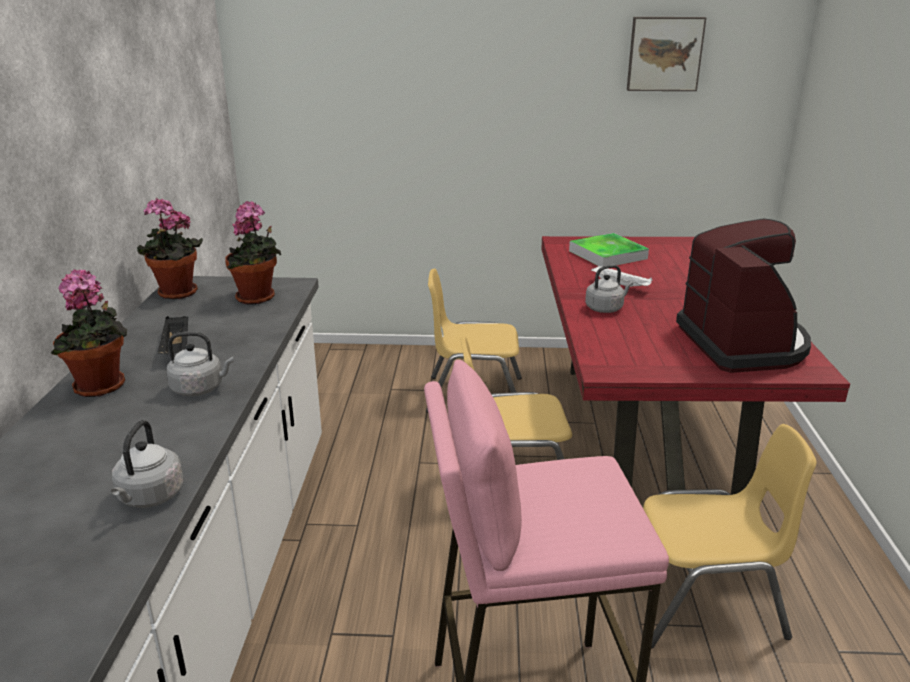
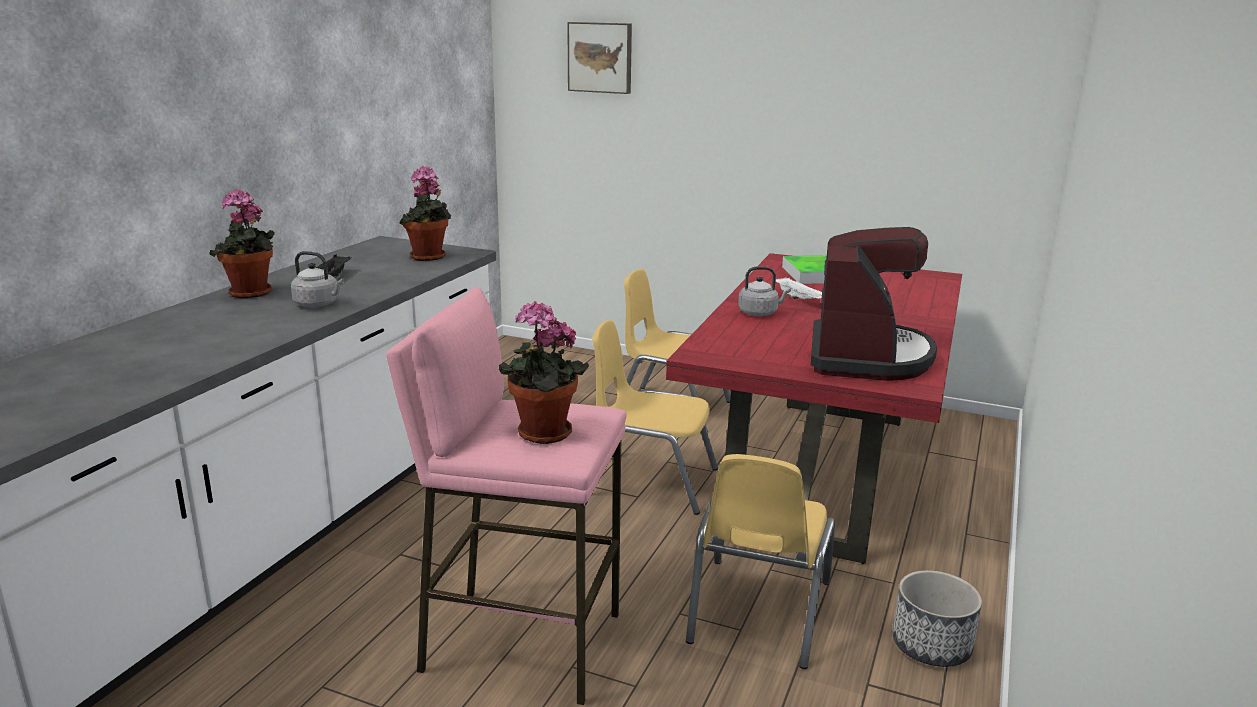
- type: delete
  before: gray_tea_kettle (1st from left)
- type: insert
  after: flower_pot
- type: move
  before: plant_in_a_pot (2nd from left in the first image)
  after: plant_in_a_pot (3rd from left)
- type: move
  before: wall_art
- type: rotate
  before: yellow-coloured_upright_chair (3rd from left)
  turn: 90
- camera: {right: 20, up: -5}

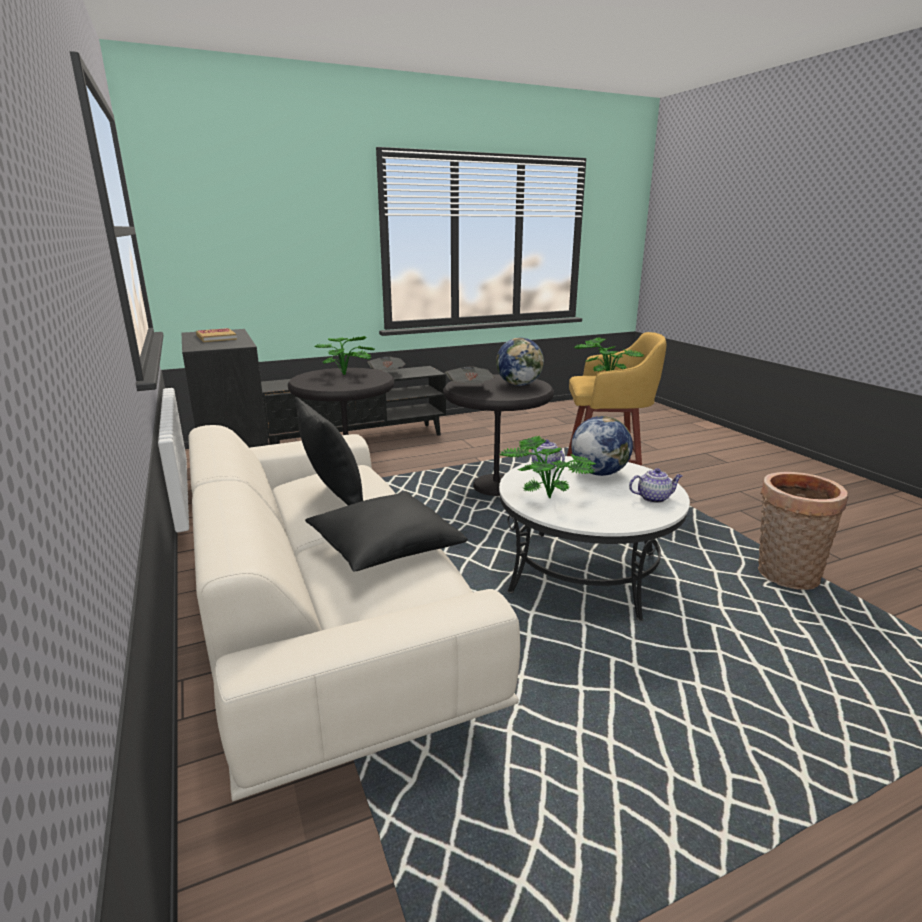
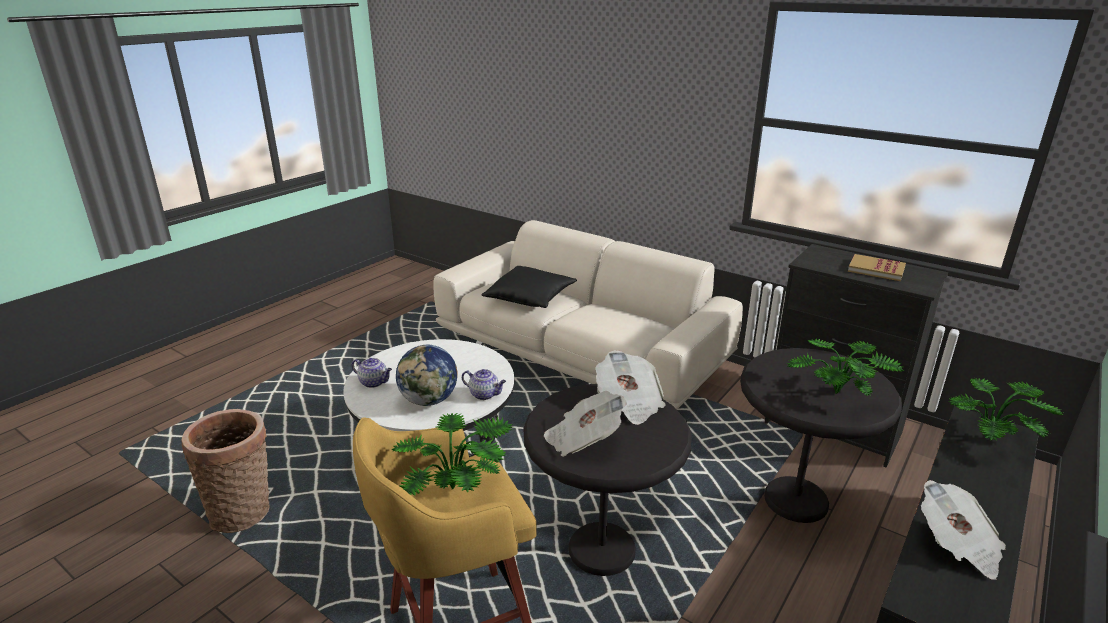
- type: delete
  before: blackish_throw_pillow (1st from left)
- type: move
  before: plant_in_a_pot (2nd from left in the first image)
  after: plant_in_a_pot (3rd from left)
- type: replace
  before: world_globe (1st from left)
  after: newspaper (1st from left)
- type: rotate
  before: tea_pot (2nd from left in the first image)
  turn: -120
- camera: {right: 150, up: 5}

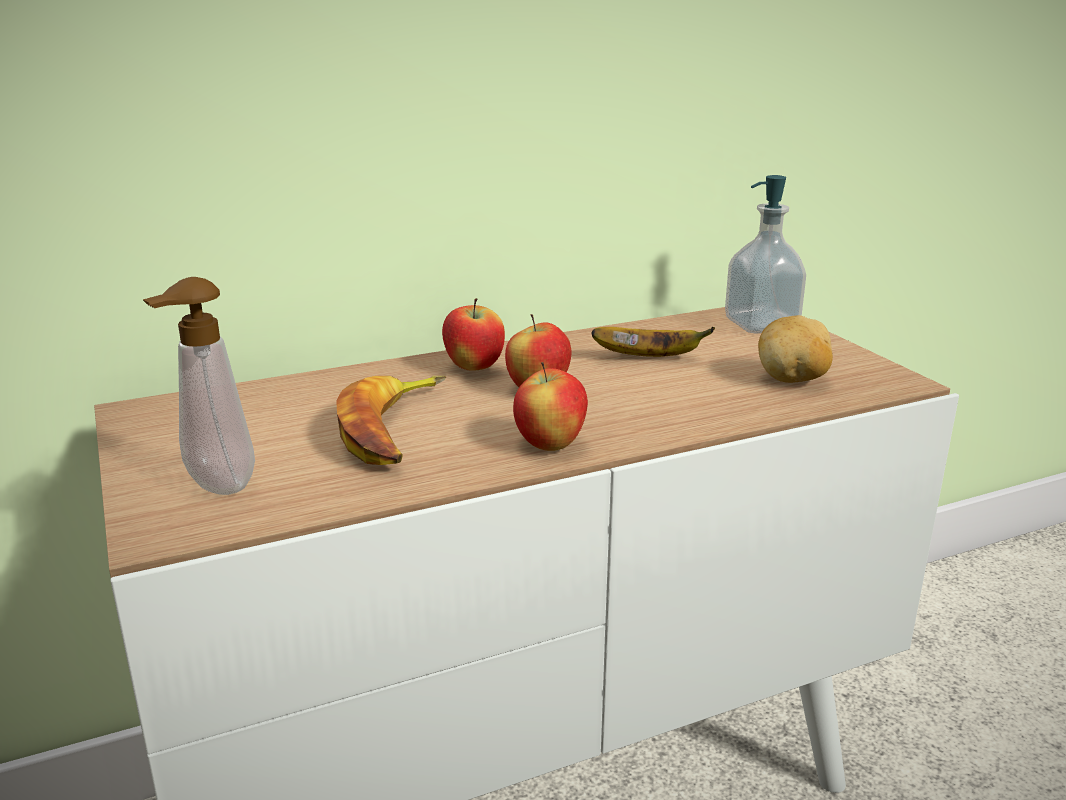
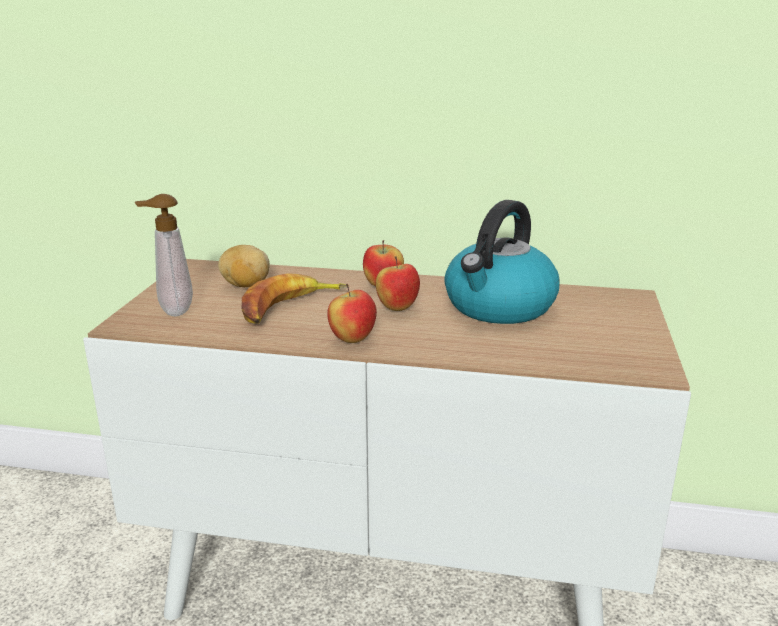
- type: delete
  before: soap_bottle (2nd from left)
- type: move
  before: potato
- type: replace
  before: banana_fruit (2nd from left)
  after: tea_kettle
- camera: {right: 35, up: 0}

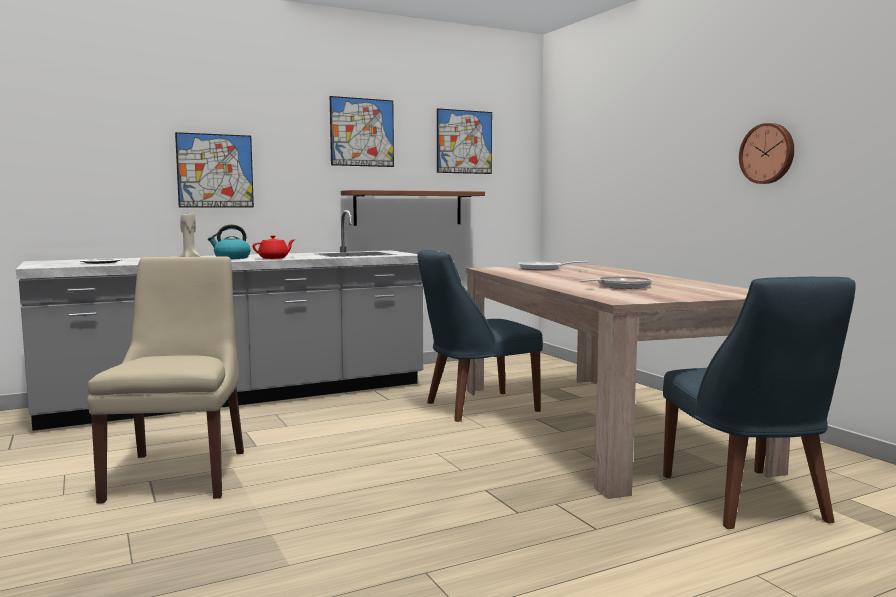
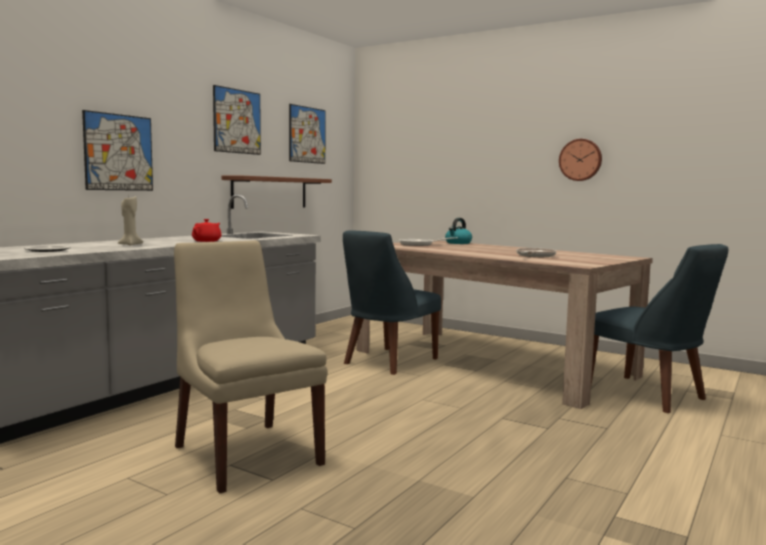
- type: move
  before: tea_kettle
- camera: {right: -30, up: 0}

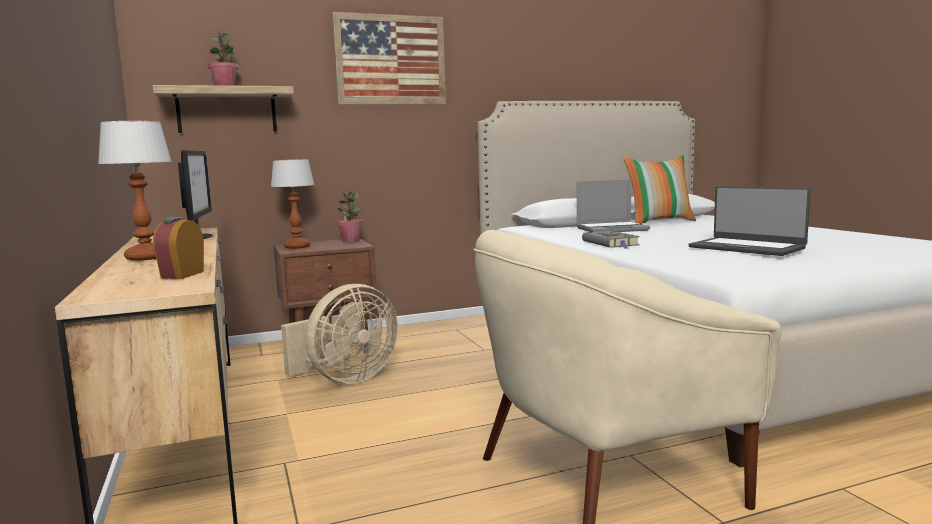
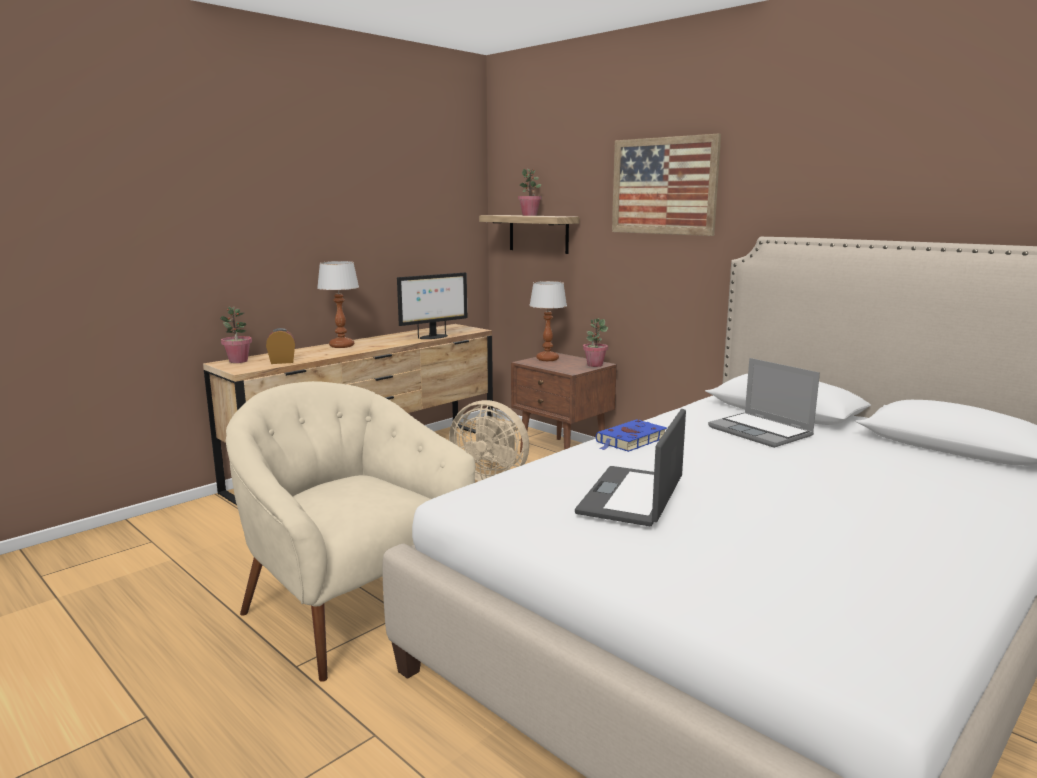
- type: delete
  before: throw_pillow
- type: insert
  after: plant_in_a_pot (1st from left)
- type: recolor
  before: gray_volume
  after: bluish_volume
- camera: {right: 65, up: 5}

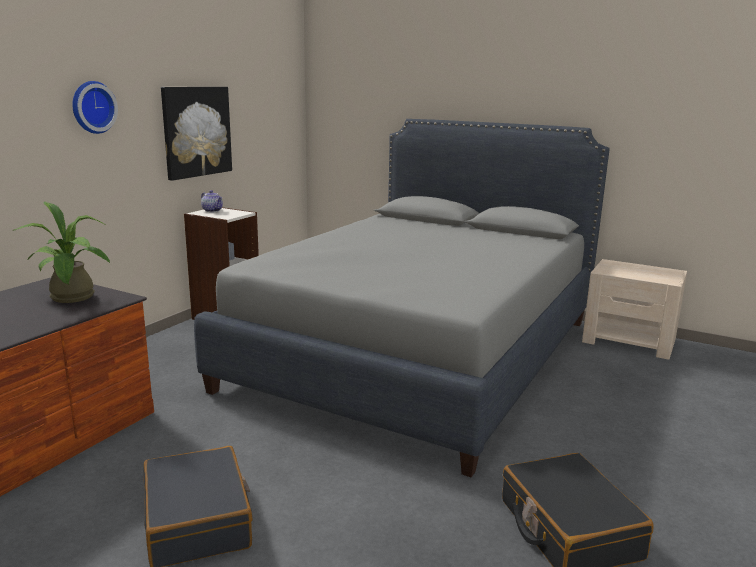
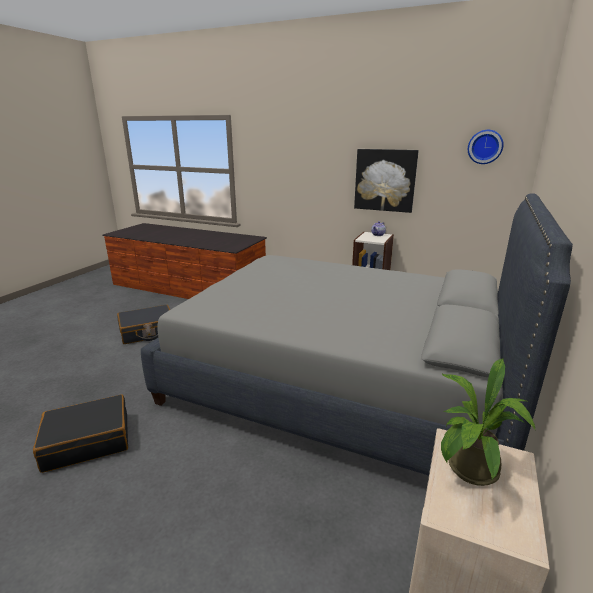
- type: move
  before: plant_in_a_pot
- type: move
  before: clock_on_the_wall
- camera: {right: 85, up: 5}

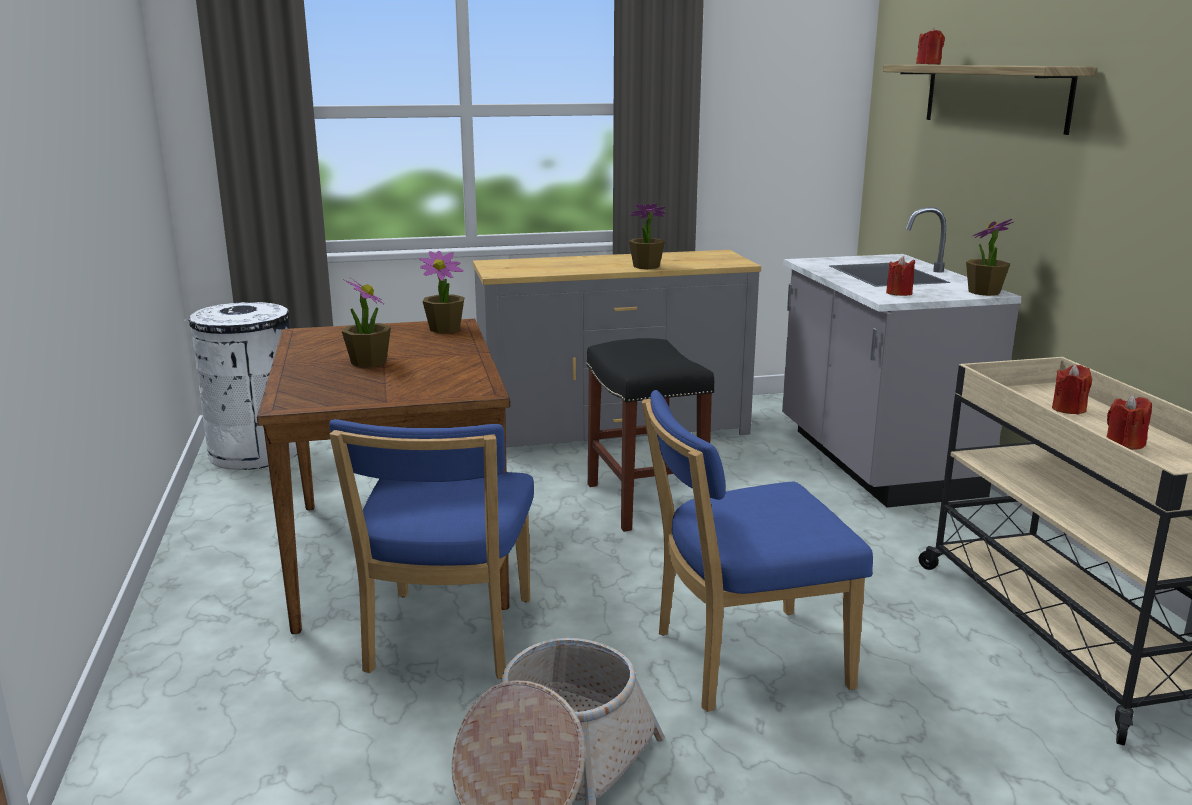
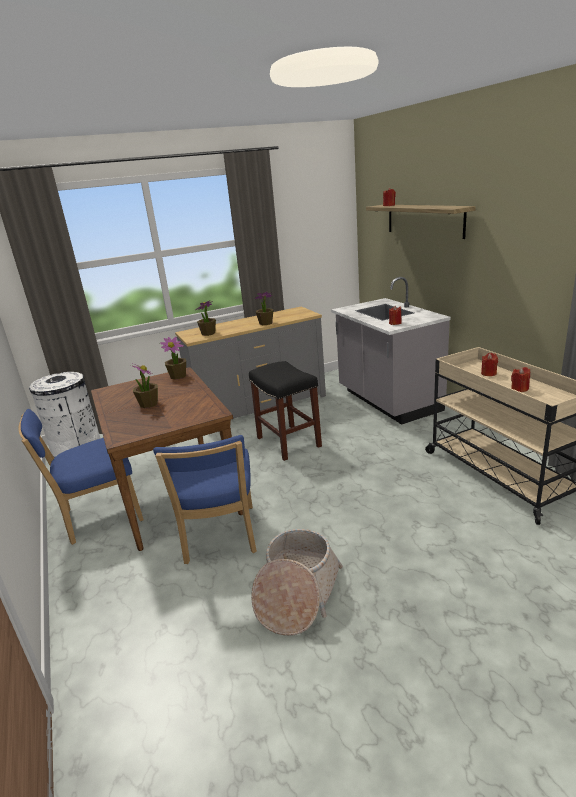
- type: move
  before: bluish_upright_chair (2nd from left in the first image)
  after: bluish_upright_chair (1st from left)
- type: move
  before: plant_in_a_pot (4th from left in the first image)
  after: plant_in_a_pot (3rd from left)
- camera: {right: -10, up: 5}

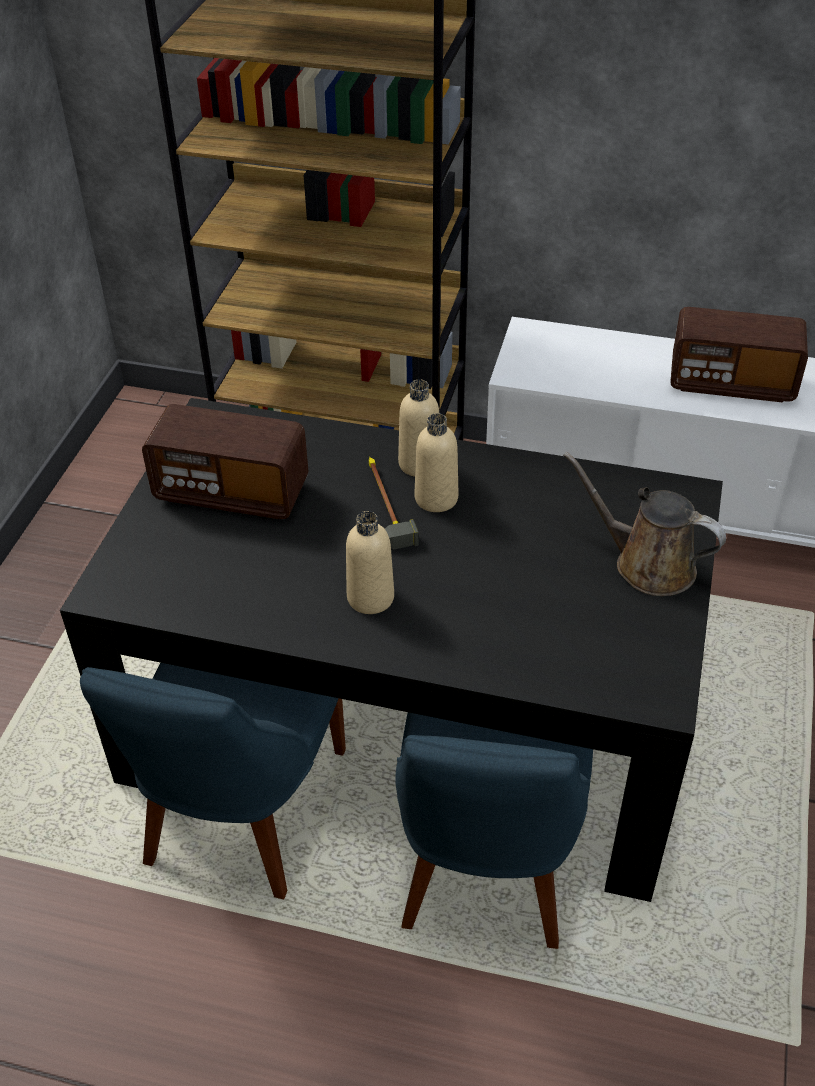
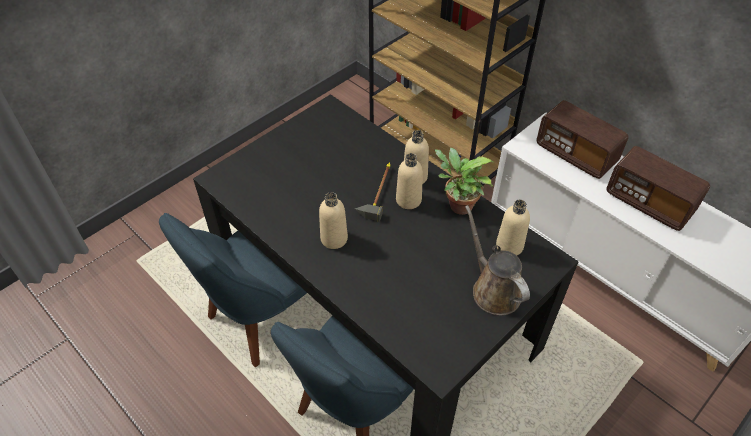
- type: insert
  after: plant_in_a_pot
- type: insert
  after: sand-coloured_bottle (4th from left)
- type: move
  before: radio_set (1st from left)
- camera: {right: 30, up: 5}

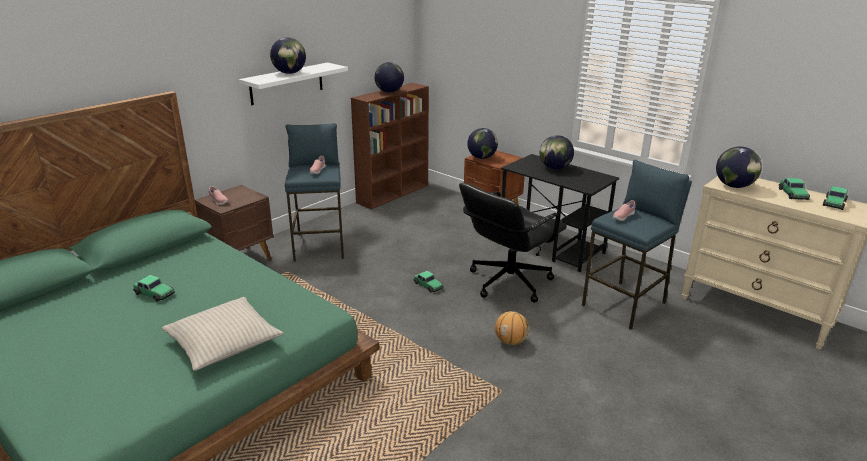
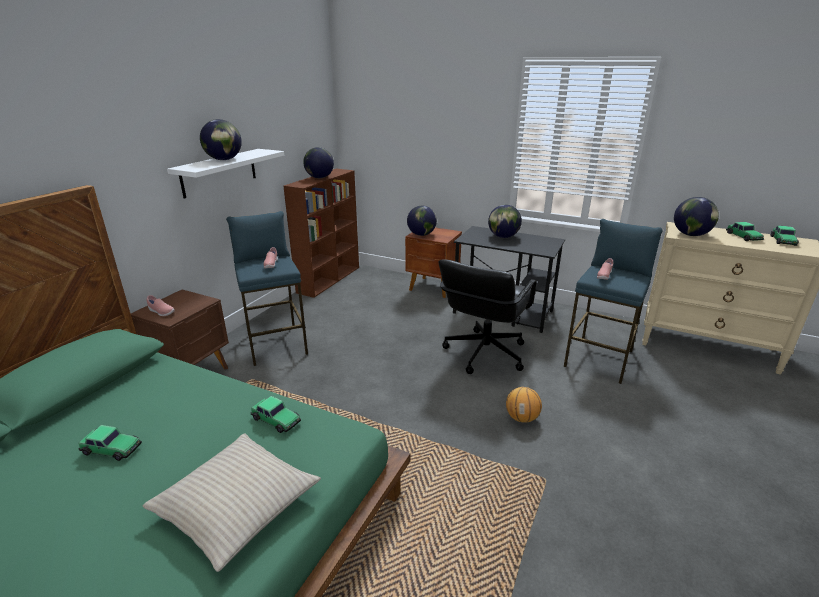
- type: move
  before: model_car (2nd from left)
- camera: {right: -15, up: 0}

